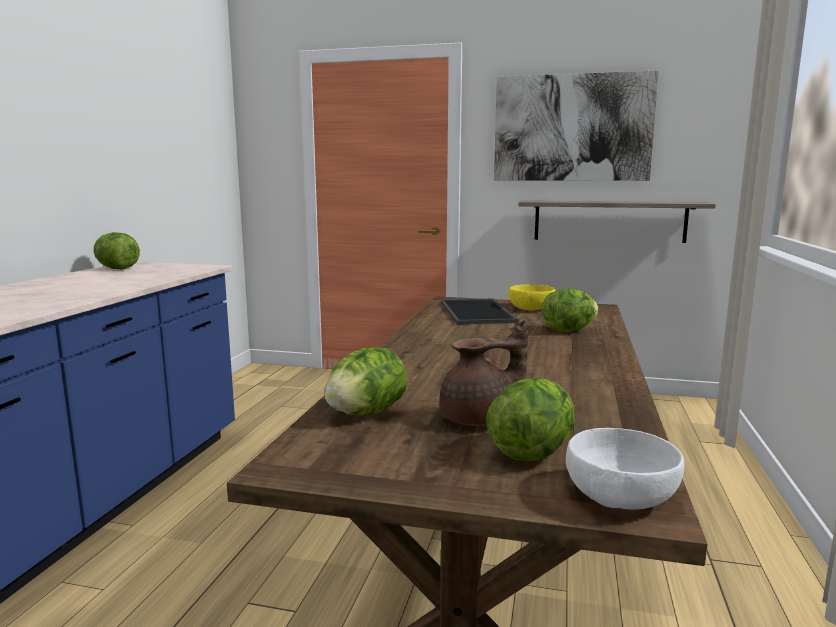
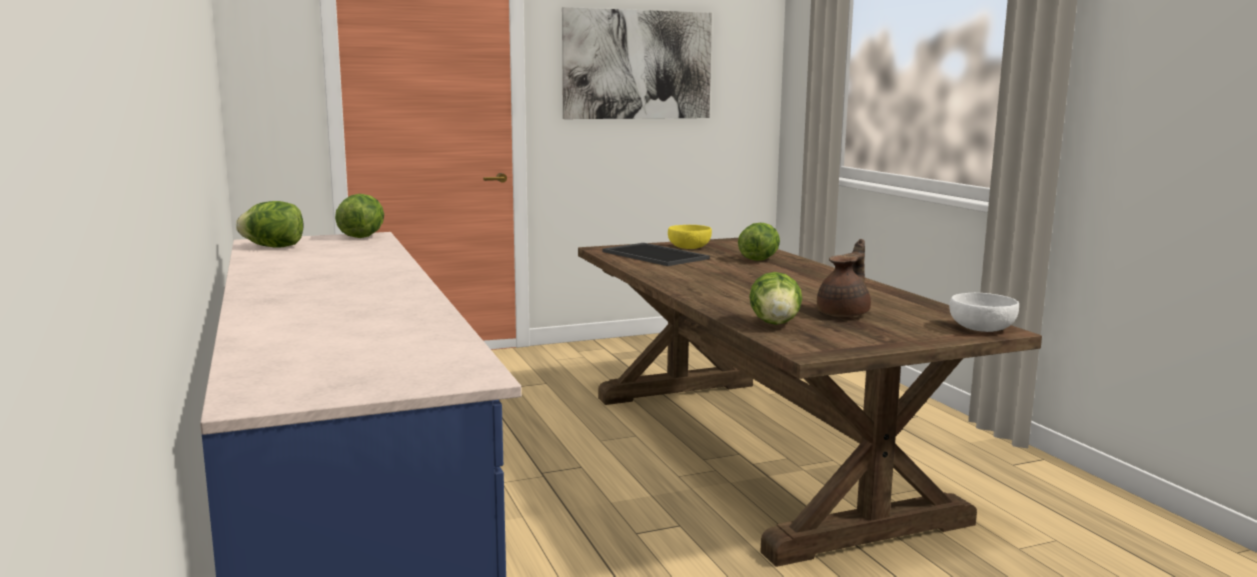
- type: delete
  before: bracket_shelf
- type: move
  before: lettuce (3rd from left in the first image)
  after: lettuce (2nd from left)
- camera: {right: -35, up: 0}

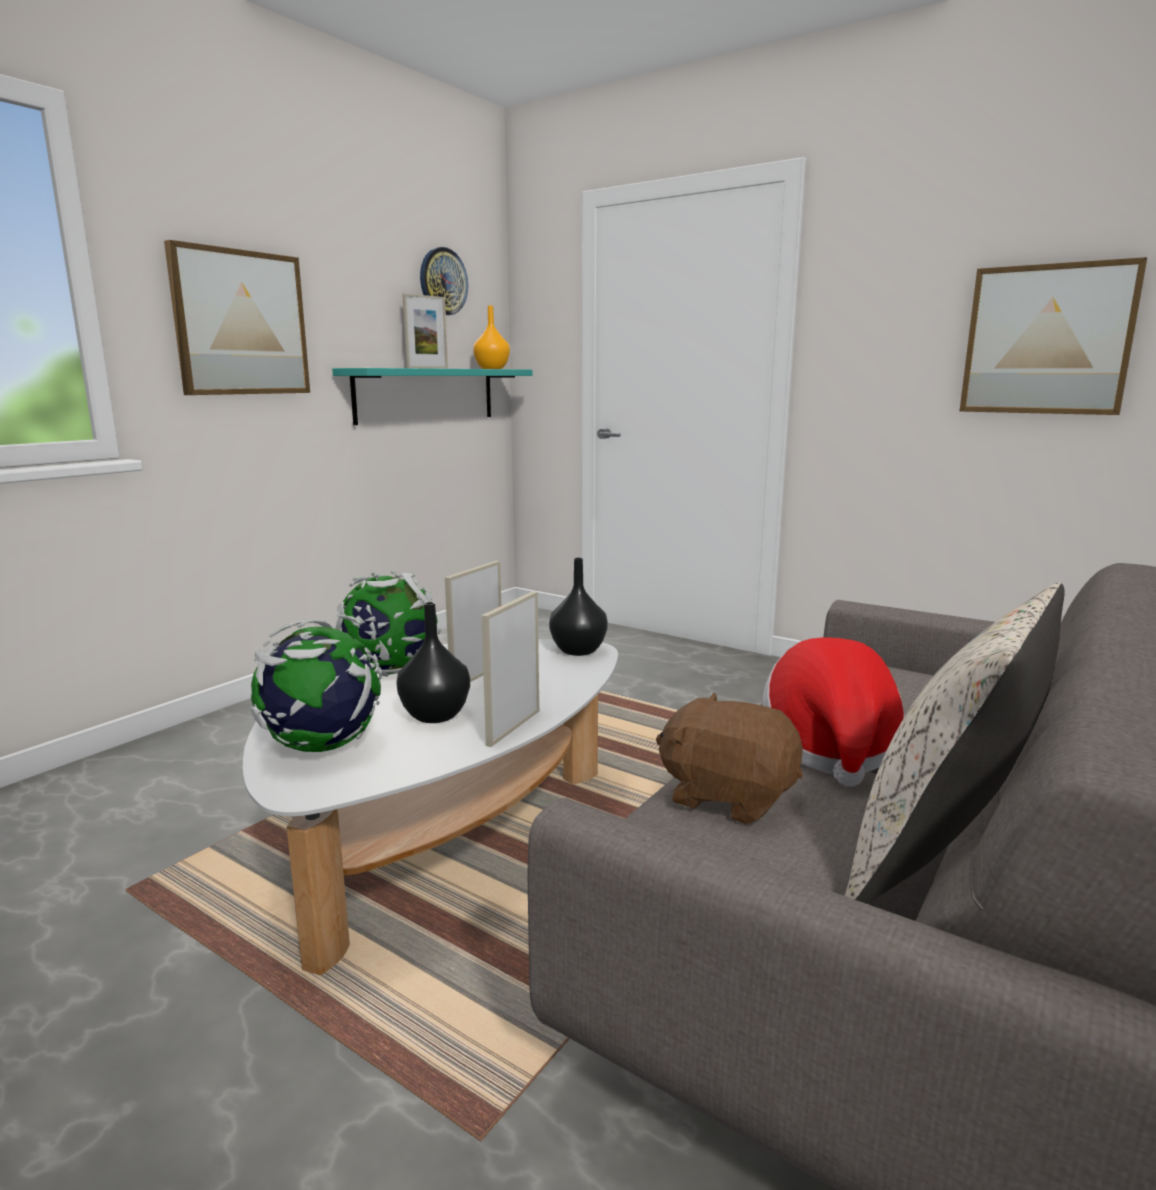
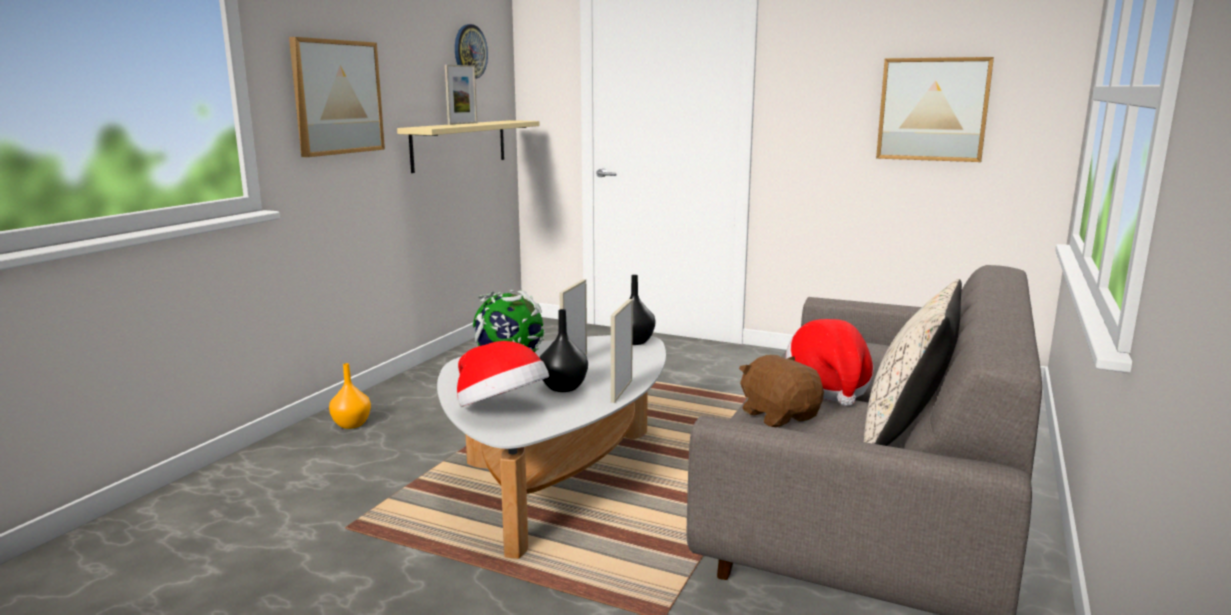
- type: move
  before: orangey_decorative_vase
- type: replace
  before: world_globe (1st from left)
  after: clothing_hat (1st from left)
- type: recolor
  before: turquoise-coloured_bracket_shelf
  after: sand-coloured_bracket_shelf
- type: rotate
  before: brownish_soft_toy
  turn: 45
- camera: {right: -10, up: 0}

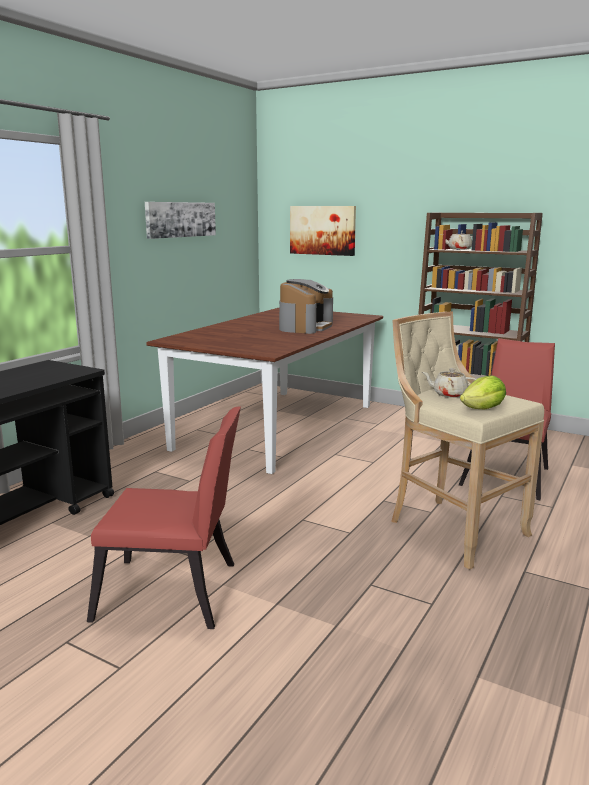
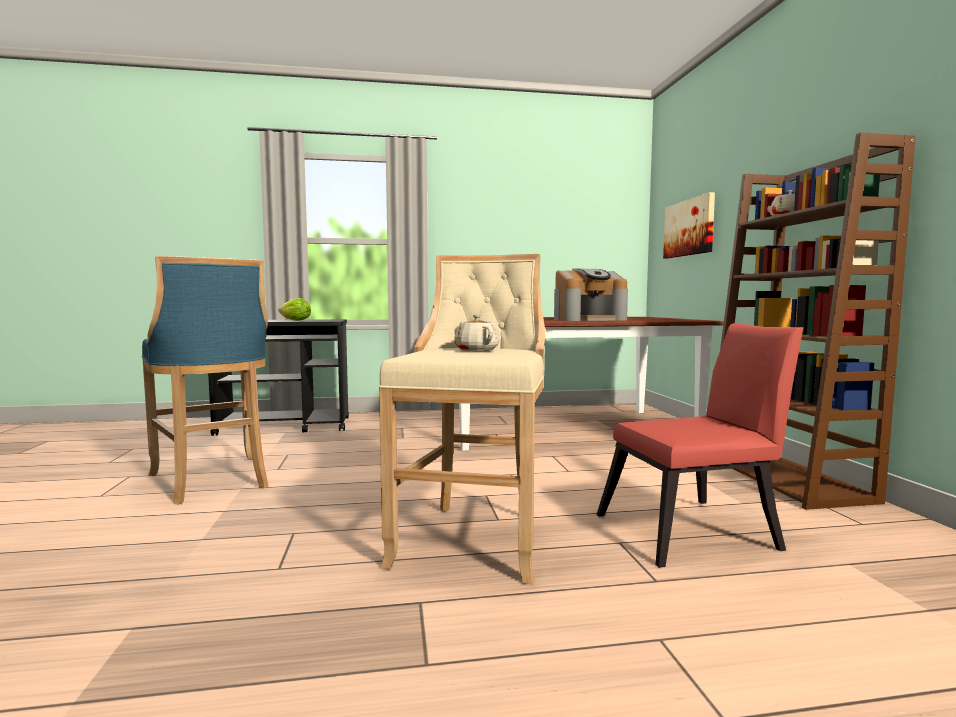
- type: delete
  before: wall_art (1st from left)
- type: move
  before: lettuce
- type: replace
  before: red-coloured_upright_chair (1st from left)
  after: bluish_sitting_stool
- camera: {right: 50, up: -10}

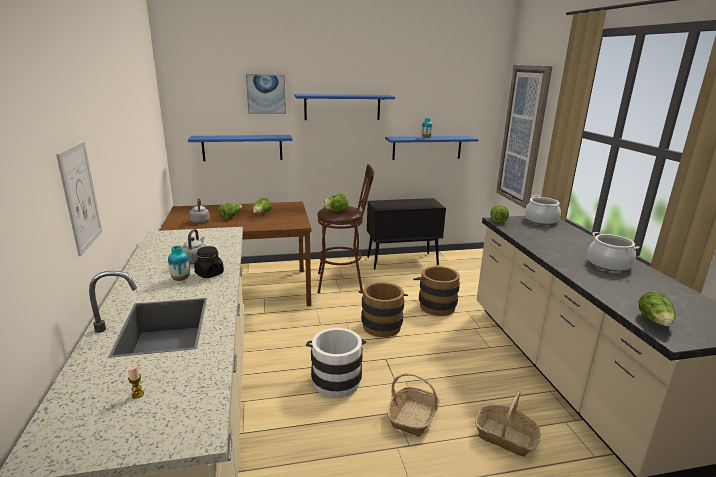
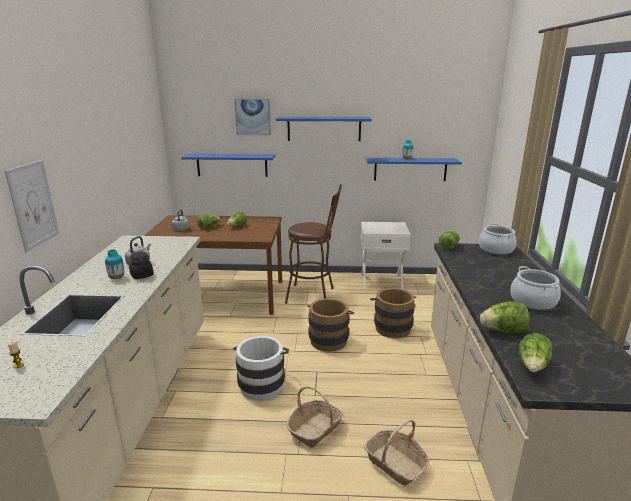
- type: delete
  before: wall_art (3rd from left)
- type: move
  before: lettuce (3rd from left in the first image)
  after: lettuce (4th from left)
- type: replace
  before: blackish_cupboard
  after: whitish_night_table
- camera: {right: 15, up: 0}

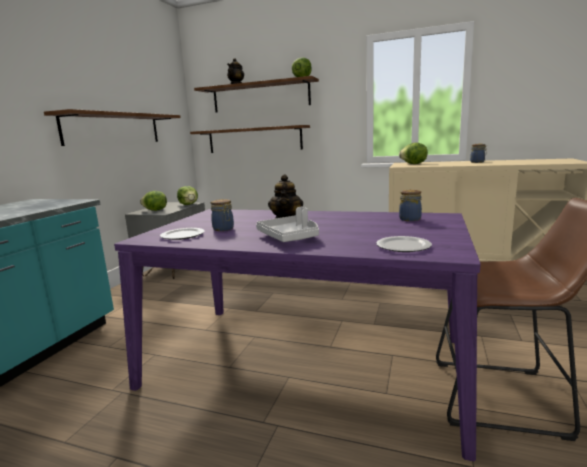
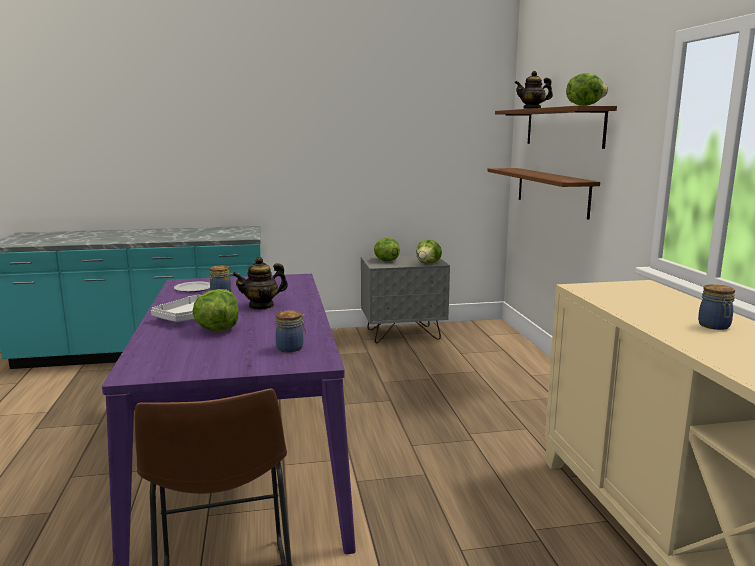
- type: delete
  before: brownish_bracket_shelf (1st from left)
- type: delete
  before: flat_dish (2nd from left)
- type: move
  before: lettuce (4th from left in the first image)
  after: lettuce (1st from left)
- camera: {right: 60, up: 0}

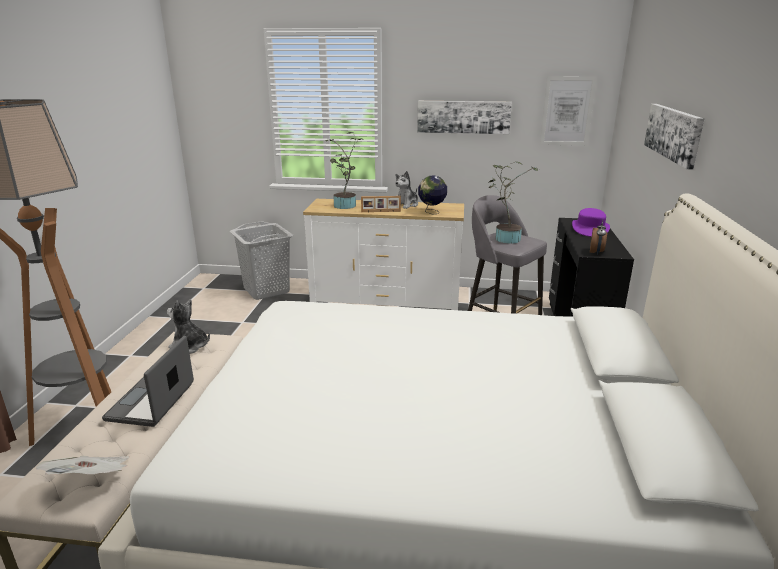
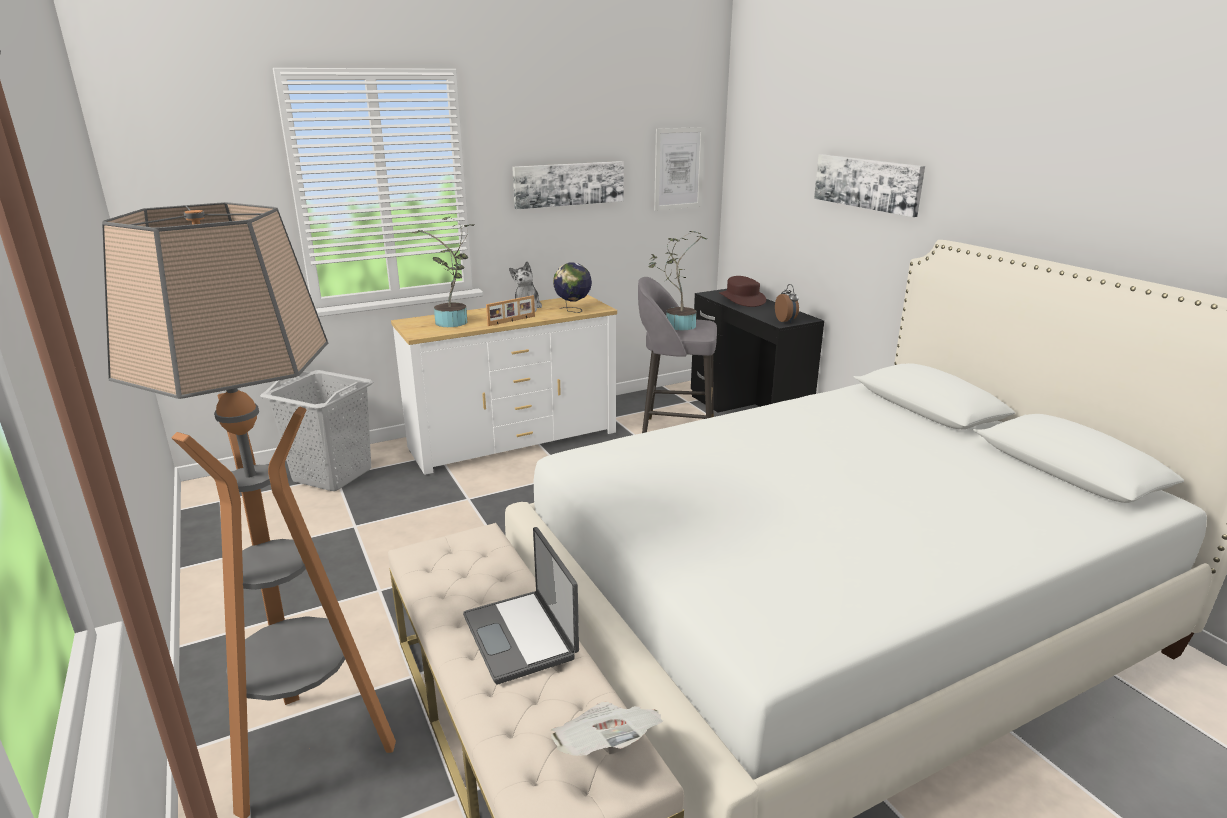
- type: delete
  before: soft_toy (1st from left)
- type: recolor
  before: purplish_clothing_hat
  after: brownish_clothing_hat
- camera: {right: -35, up: 0}

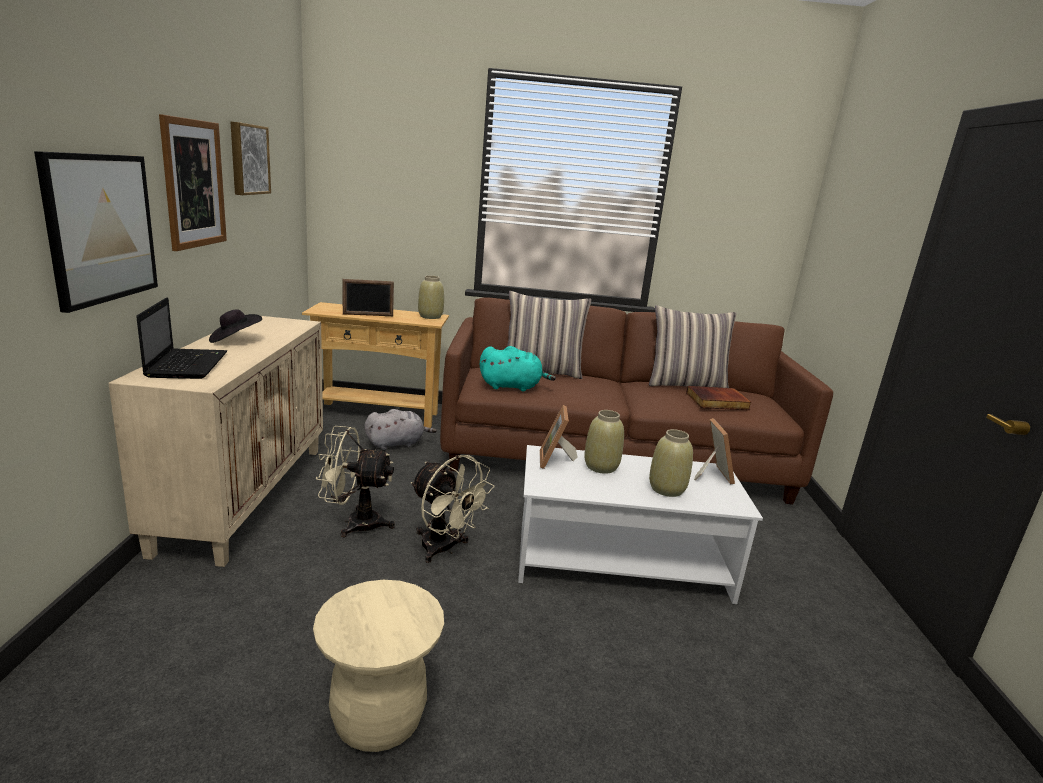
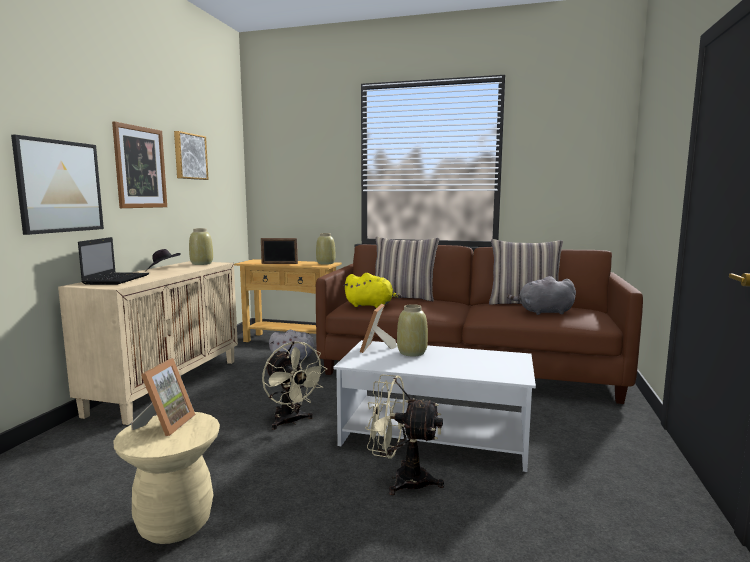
- type: move
  before: sand-coloured_fan (1st from left in the first image)
  after: sand-coloured_fan (2nd from left)
- type: move
  before: sand-coloured_decorative_vase (3rd from left in the first image)
  after: sand-coloured_decorative_vase (1st from left)
- type: move
  before: photo_frame (3rd from left in the first image)
  after: photo_frame (1st from left)
- type: replace
  before: volume
  after: gray_soft_toy (2nd from left)
- type: recolor
  before: turquoise-coloured_soft_toy
  after: yellow-coloured_soft_toy
- camera: {right: 15, up: -10}

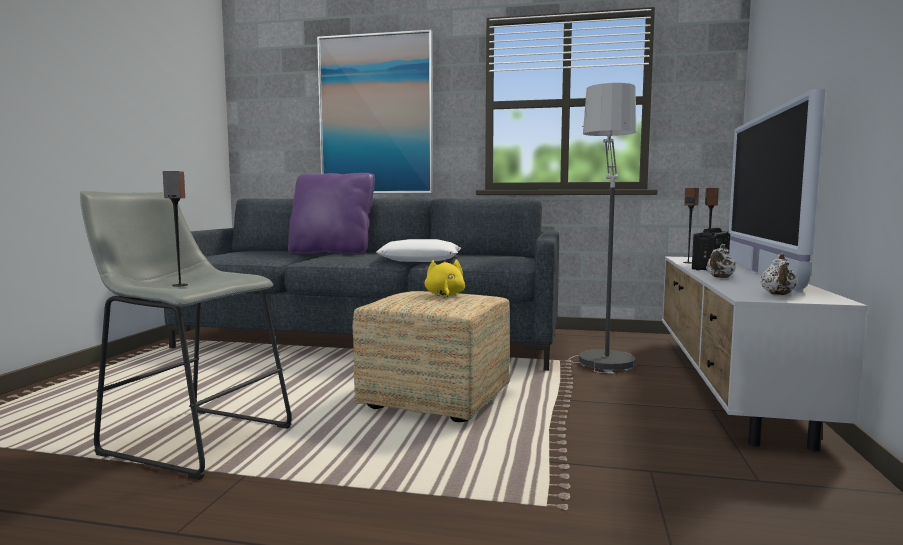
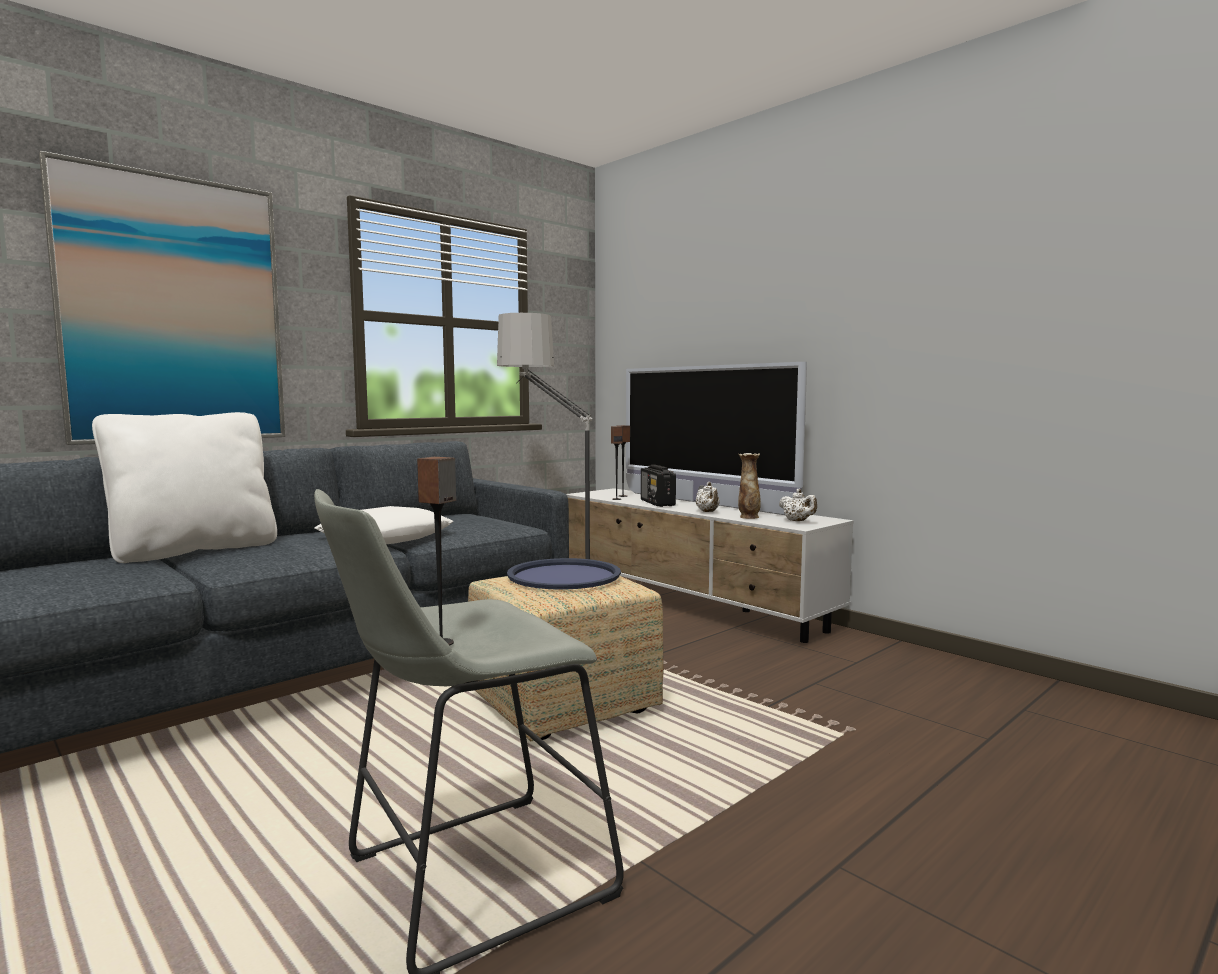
- type: insert
  after: decorative_vase
- type: replace
  before: yellow-coloured_soft_toy
  after: bluish_tray
- type: recolor
  before: purplish_throw_pillow
  after: whitish_throw_pillow (1st from left)
- camera: {right: -55, up: 0}

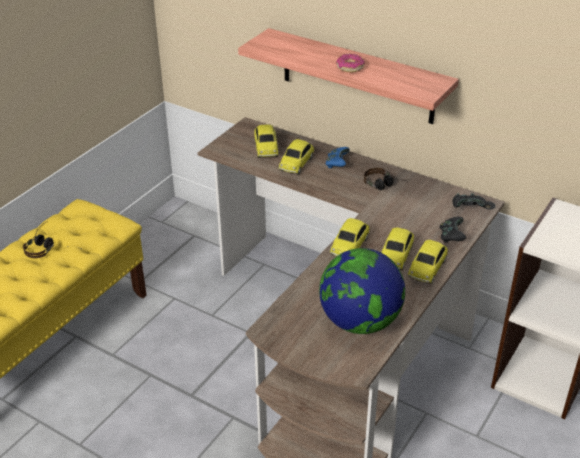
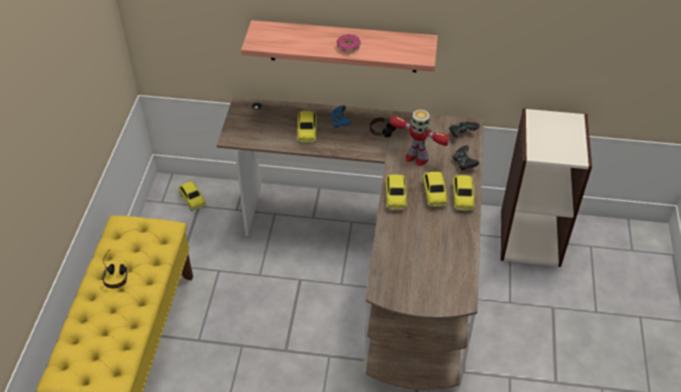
- type: delete
  before: world_globe
- type: insert
  after: toy_robot
- type: move
  before: model_car (1st from left)
- camera: {right: -25, up: 10}

